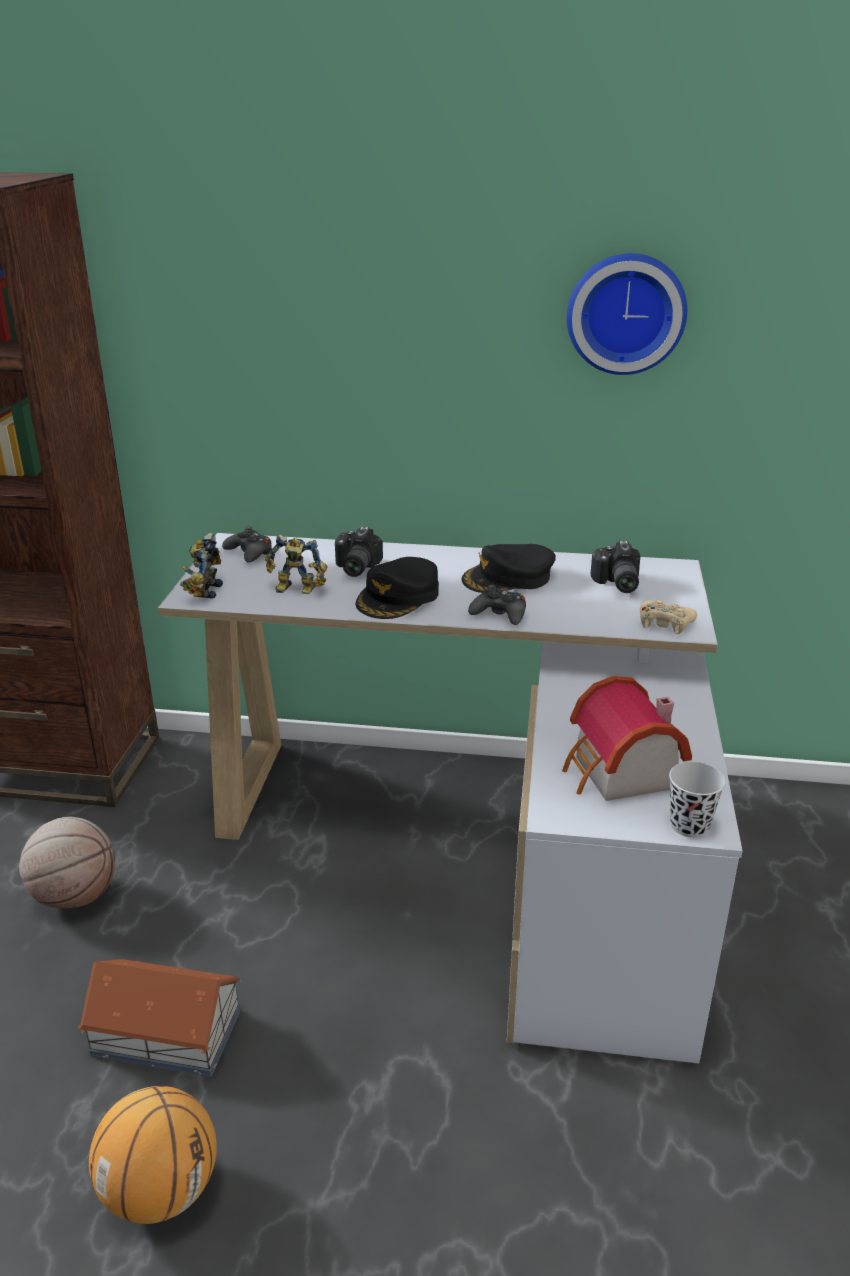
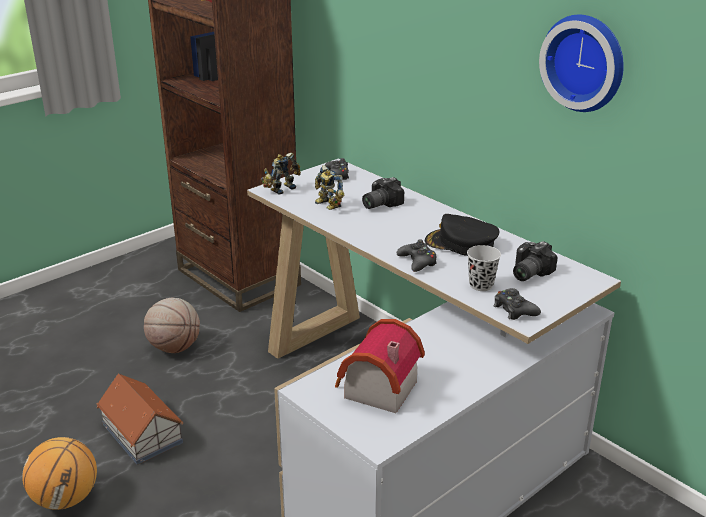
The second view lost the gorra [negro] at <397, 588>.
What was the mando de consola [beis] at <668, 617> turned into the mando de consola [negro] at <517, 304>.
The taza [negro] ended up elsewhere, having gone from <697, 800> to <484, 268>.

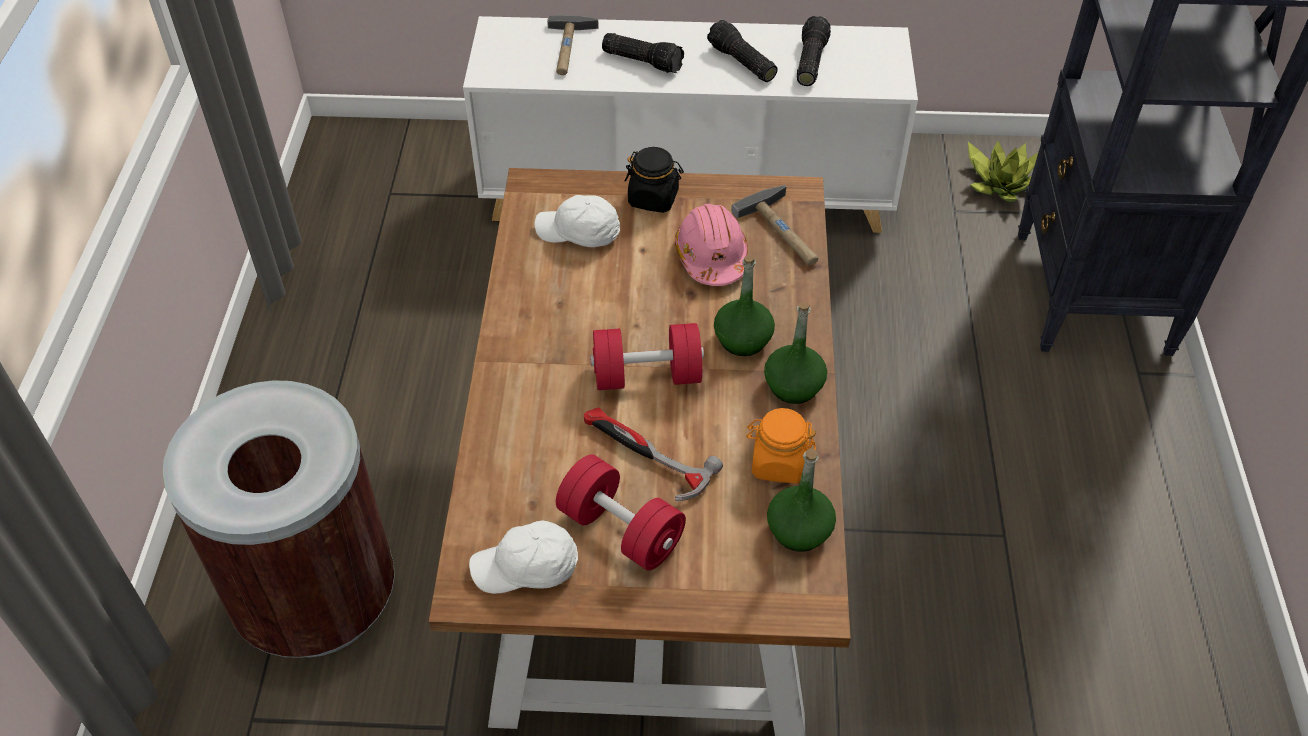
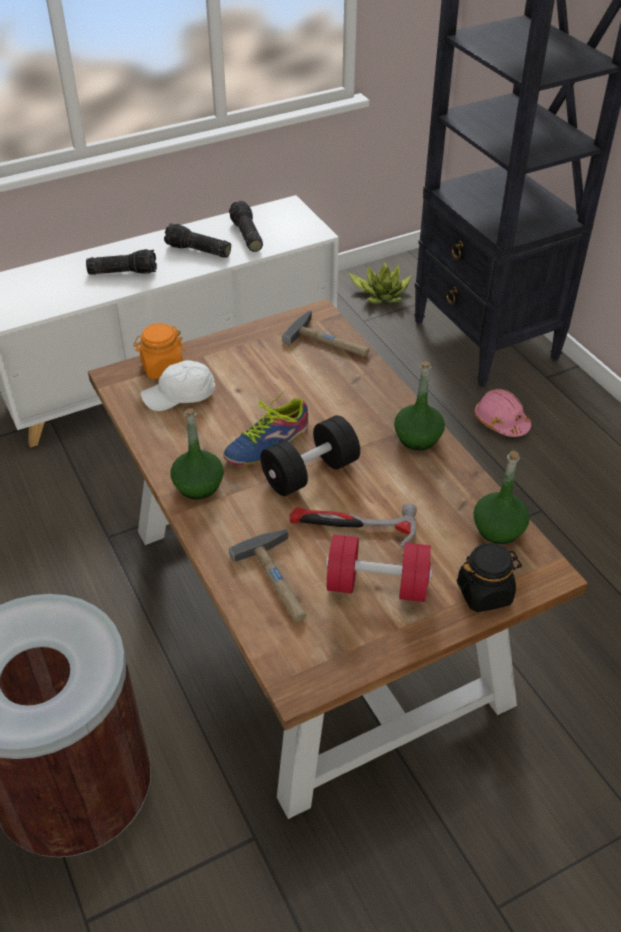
The martillo ended up elsewhere, having gone from <573, 45> to <267, 575>.
The tarro [negro] ended up elsewhere, having gone from <654, 180> to <489, 577>.
The casco [rosa] ended up elsewhere, having gone from <711, 245> to <502, 413>.
The botella [verde] ended up elsewhere, having gone from <744, 305> to <197, 453>.
What was the mancuerna [rojo] at <647, 356> turned into the mancuerna [negro] at <310, 455>.
The tarro [naranja] ended up elsewhere, having gone from <781, 445> to <159, 351>.
The second view lost the gorra [blanco] at <523, 557>.
The second view gained the zapato at <265, 428>.

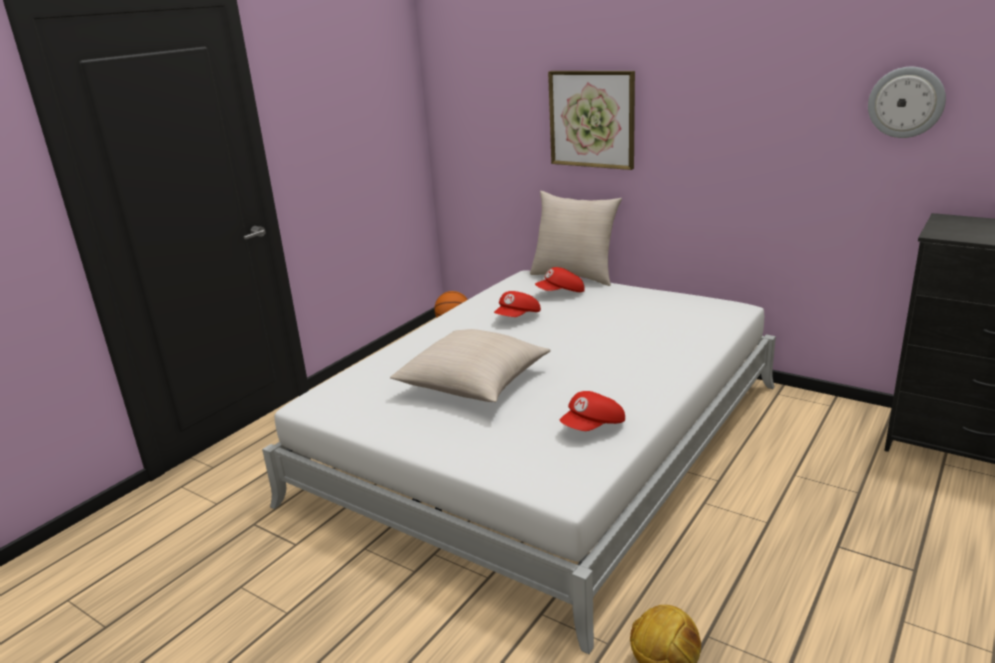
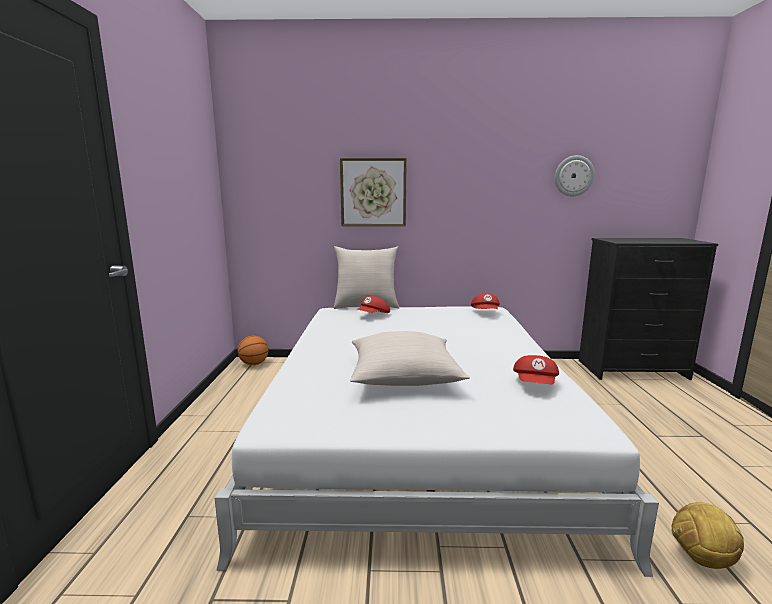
The gorra [rojo] ended up elsewhere, having gone from <517, 304> to <485, 301>.

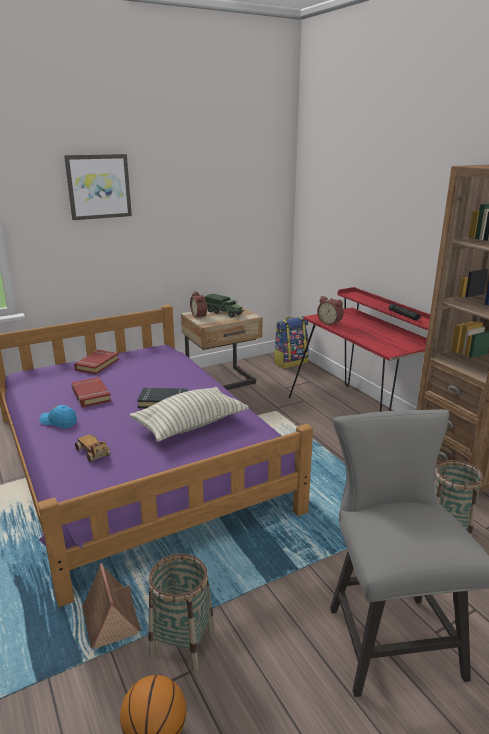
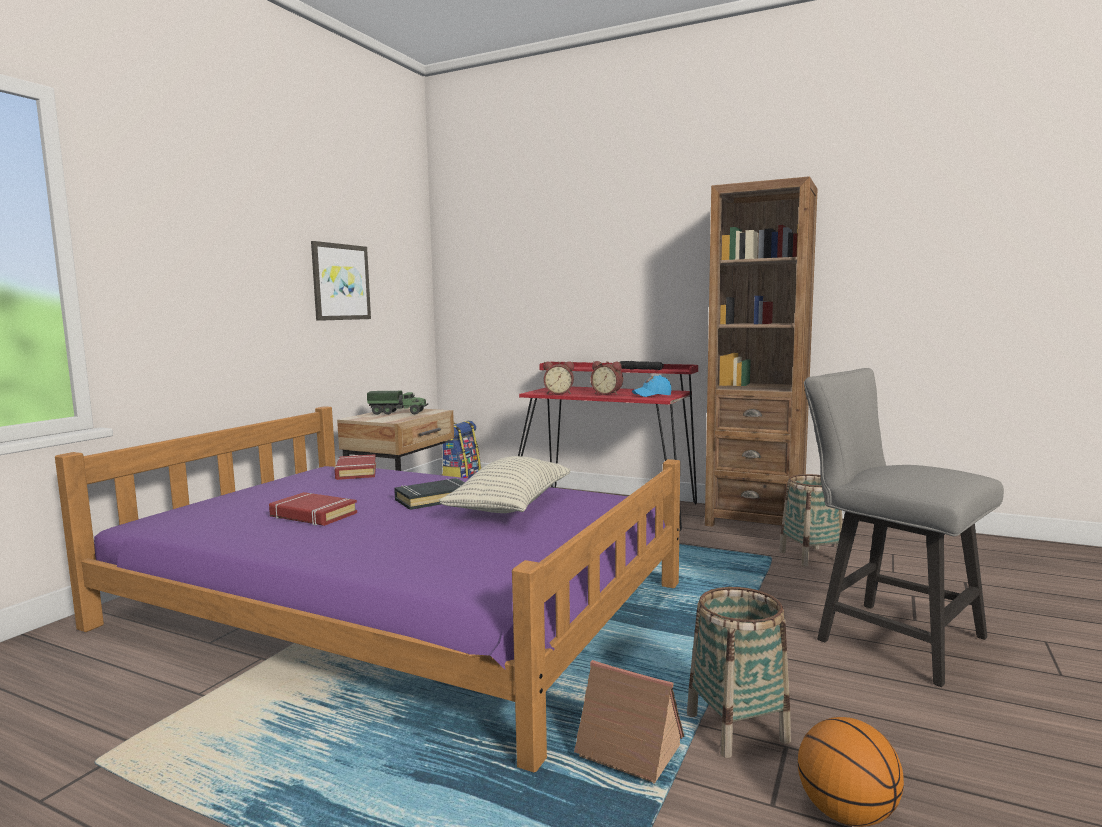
The cuadro ended up elsewhere, having gone from <98, 187> to <341, 281>.
The despertador ended up elsewhere, having gone from <198, 305> to <607, 378>.
The libro [rojo] ended up elsewhere, having gone from <96, 362> to <355, 467>.
The gorra [azul] ended up elsewhere, having gone from <58, 416> to <652, 386>.
The second view lost the coche de juguete at <92, 448>.

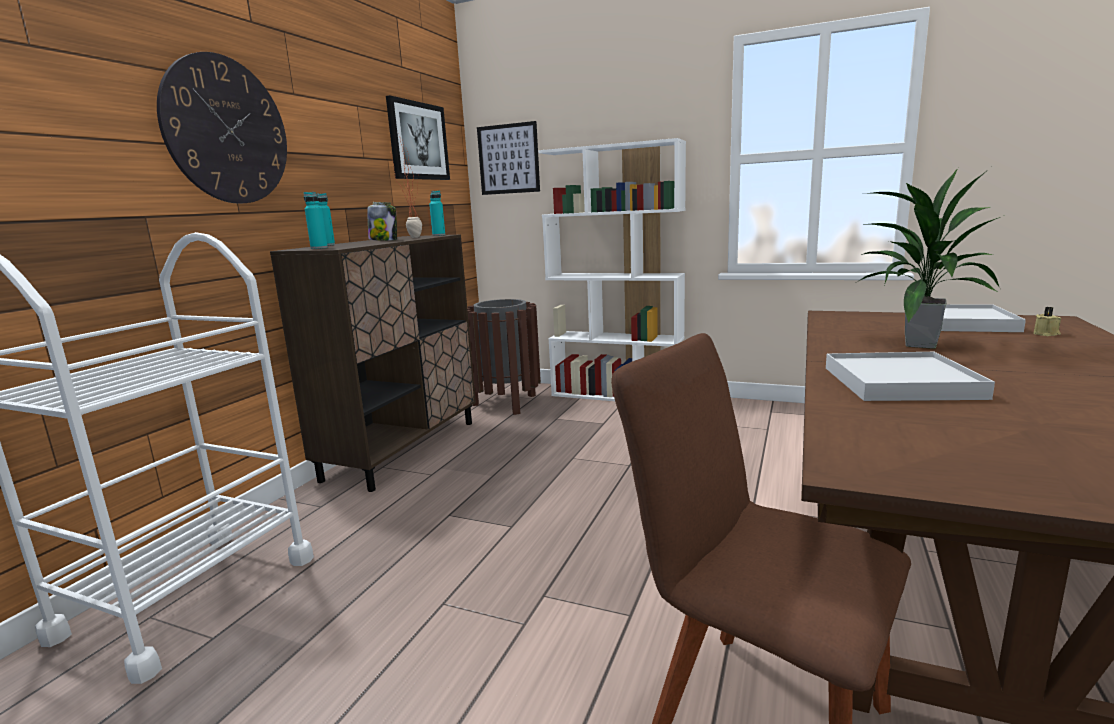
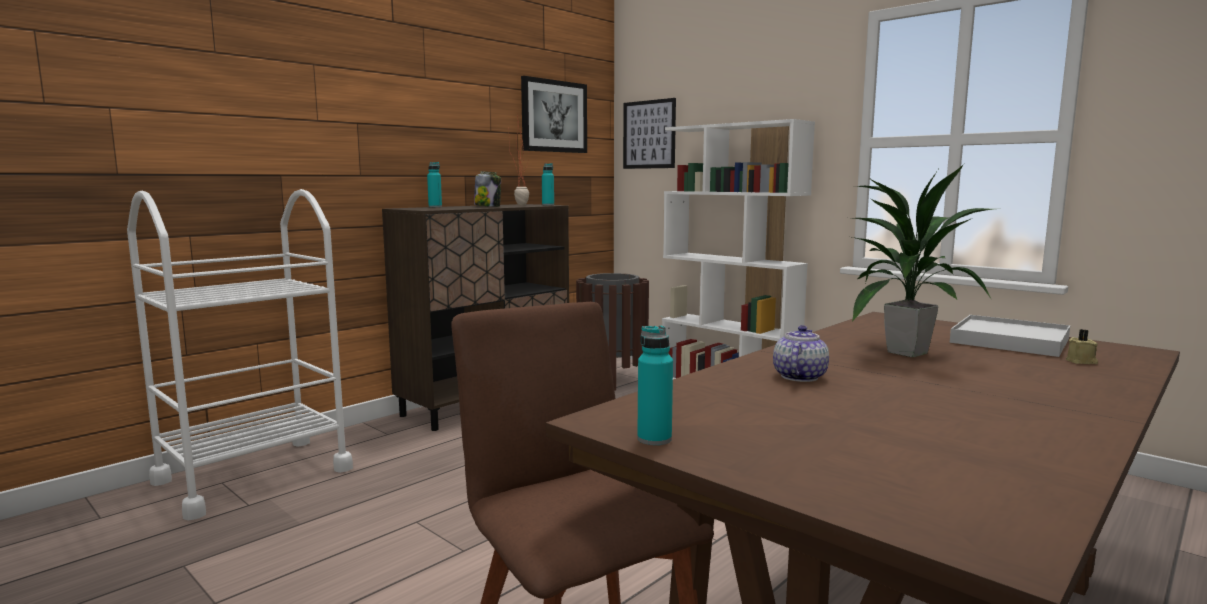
The second view lost the reloj de pared at <222, 128>.
The botella [turquesa] ended up elsewhere, having gone from <316, 220> to <655, 385>.
Where the bandeja [blanco] stood at <910, 376>, the tetera came to stand at <801, 353>.

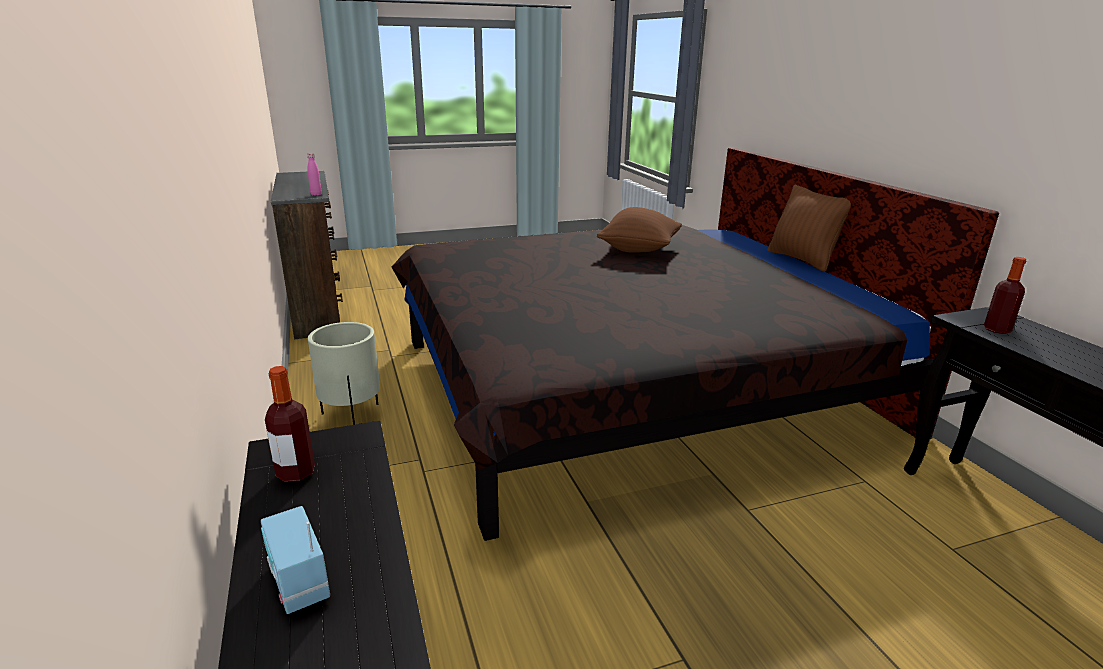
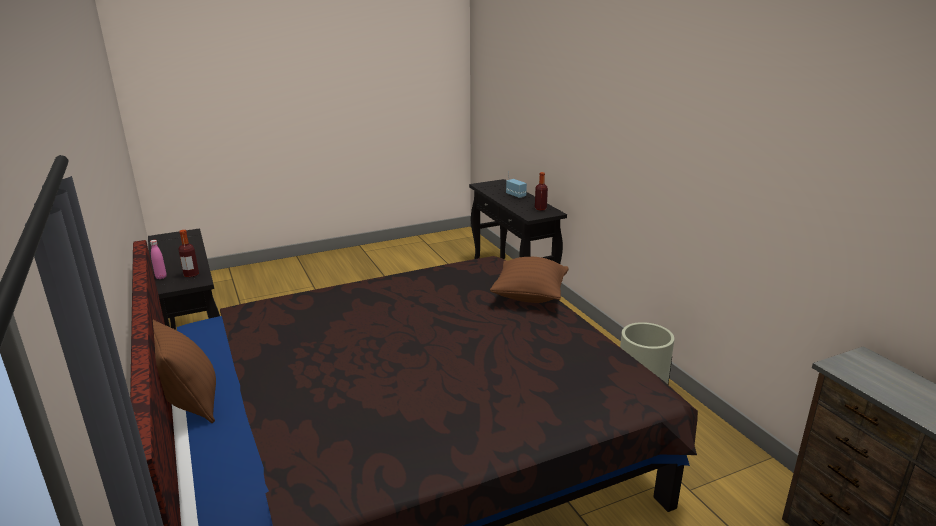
The botella [rosa] ended up elsewhere, having gone from <314, 174> to <158, 259>.
The cojín [marrón] ended up elsewhere, having gone from <639, 230> to <529, 280>.

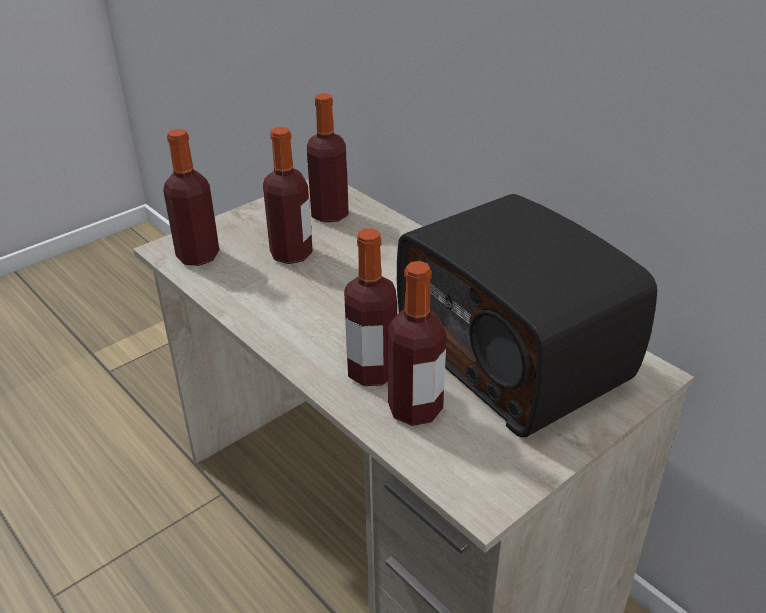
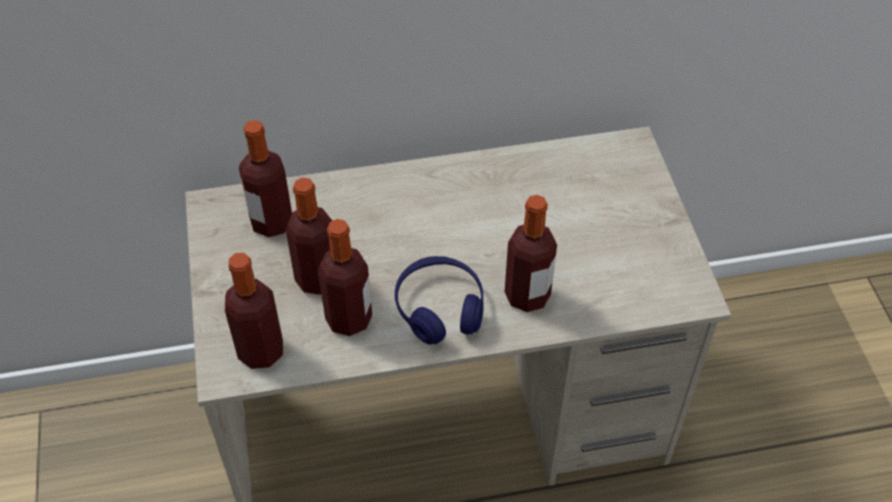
The second view lost the radio at <527, 315>.
The botella ended up elsewhere, having gone from <417, 343> to <345, 277>.
The second view gained the auriculares [azul] at <439, 300>.

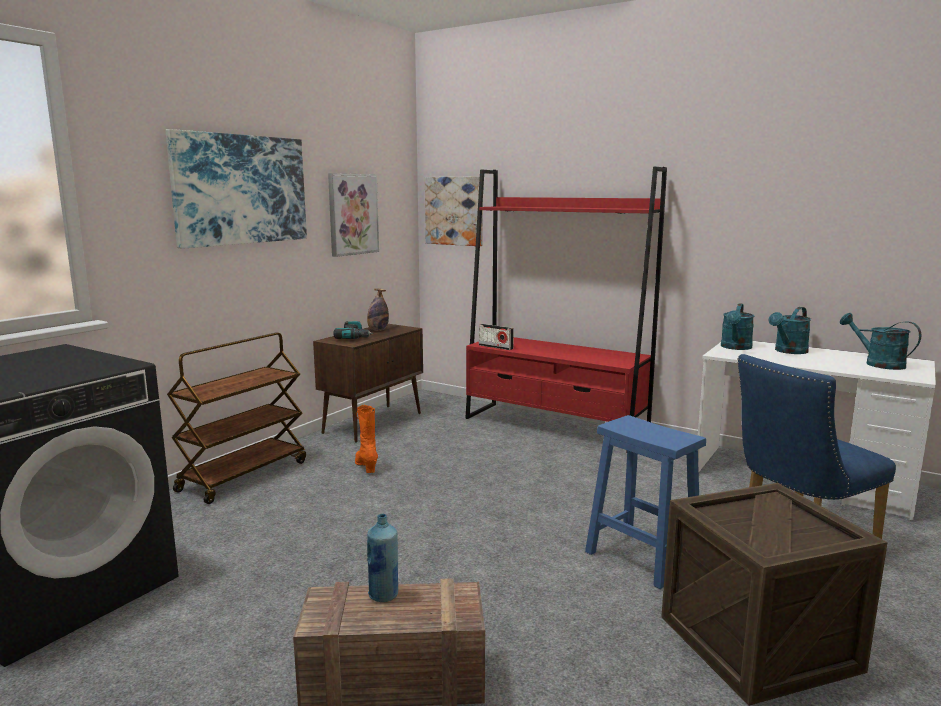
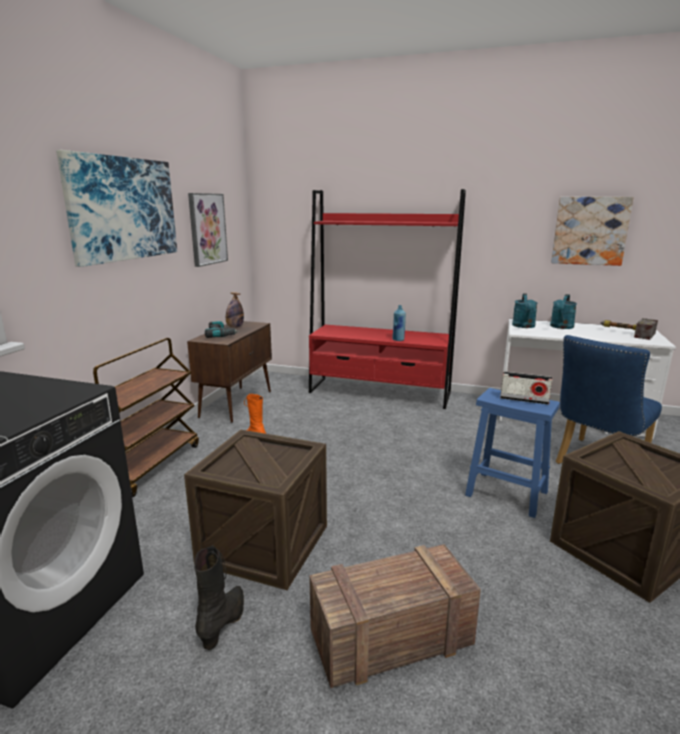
The cuadro ended up elsewhere, having gone from <454, 211> to <592, 231>.
Where the regadera [turquesa] stood at <880, 341>, the martillo came to stand at <629, 329>.
The radio ended up elsewhere, having gone from <496, 337> to <526, 388>.
The botella [azul] ended up elsewhere, having gone from <382, 557> to <399, 323>.
The second view gained the caja de embalaje at <255, 510>.
The second view gained the bota [negro] at <219, 597>.

